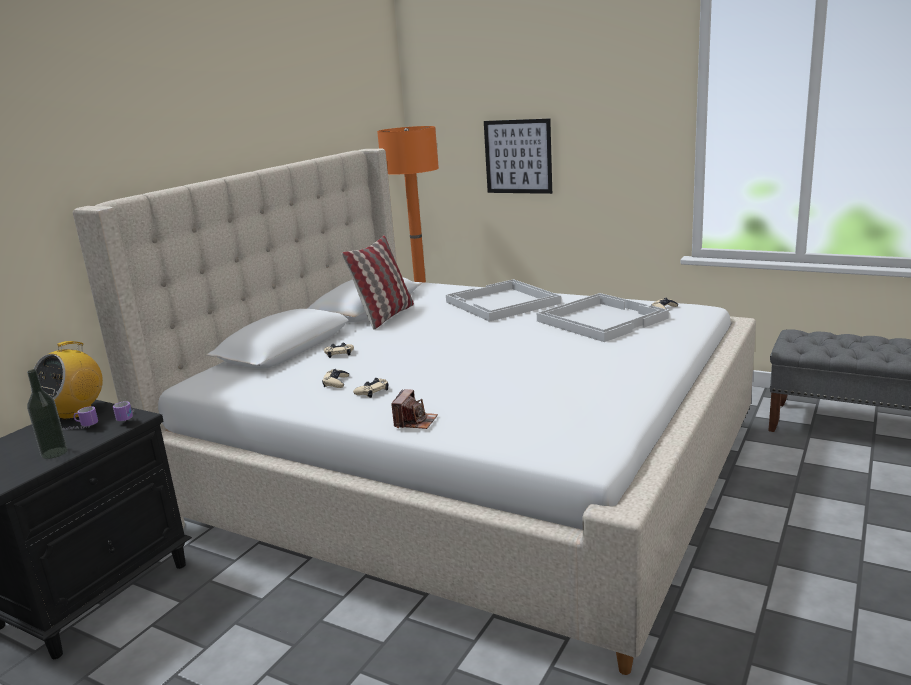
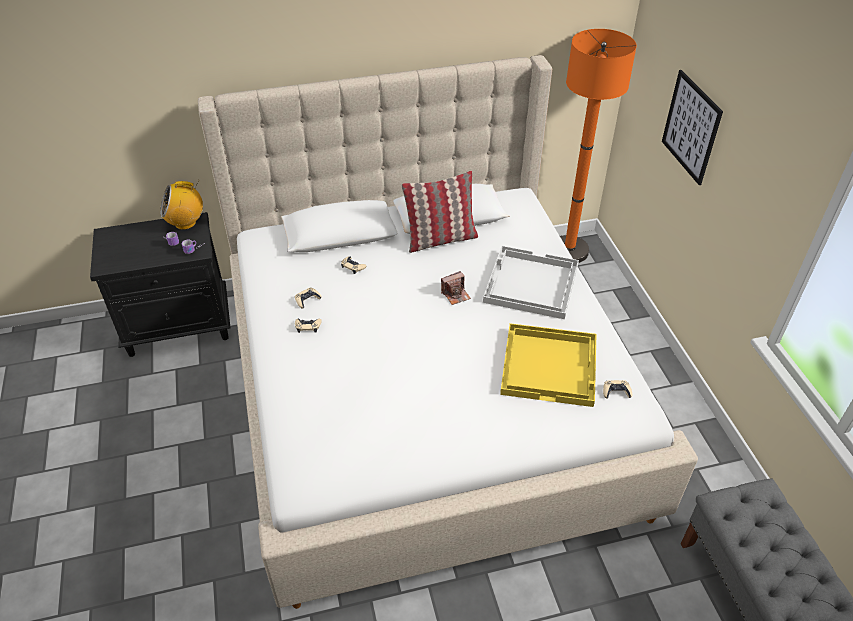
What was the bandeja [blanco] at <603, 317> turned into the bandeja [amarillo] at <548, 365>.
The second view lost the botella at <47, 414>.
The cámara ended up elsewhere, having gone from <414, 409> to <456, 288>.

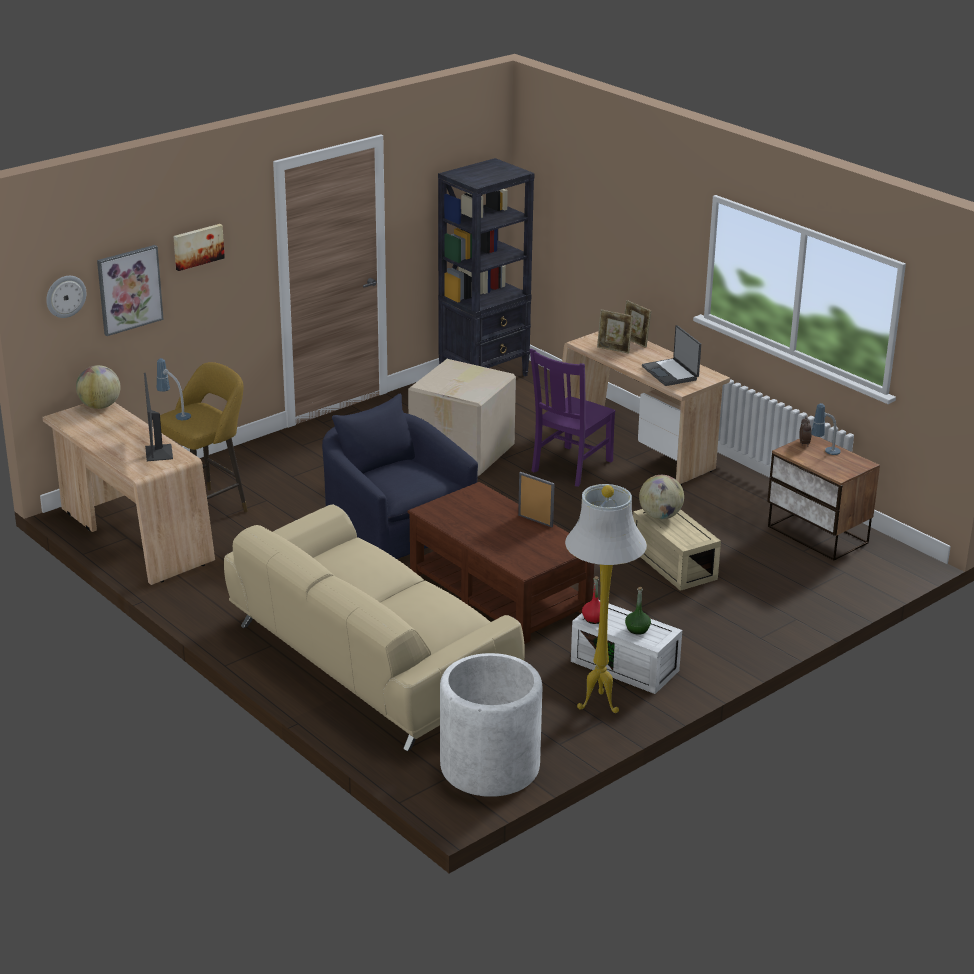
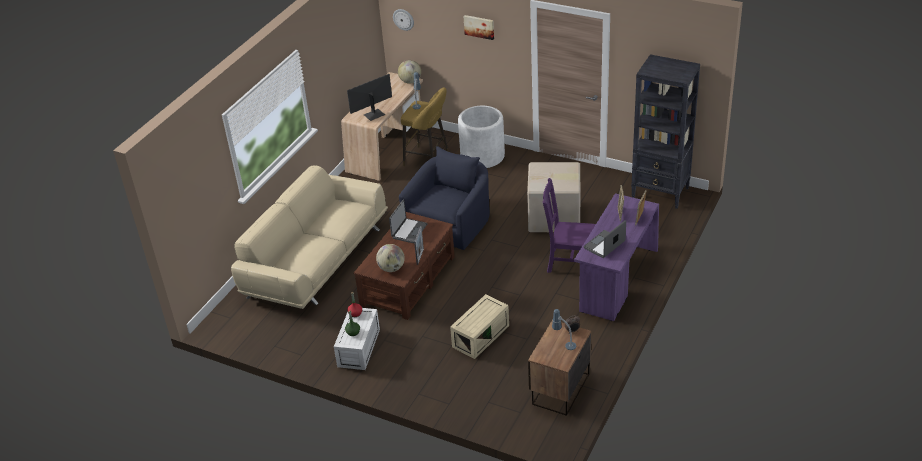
The second view lost the cuadro at <130, 290>.
What was the escritorio [beis] at <646, 408> turned into the escritorio [morado] at <616, 257>.
The globo terráqueo ended up elsewhere, having gone from <661, 497> to <390, 258>.
The second view lost the lámpara de pie [blanco] at <606, 598>.
The maceta [blanco] ended up elsewhere, having gone from <491, 725> to <481, 137>.
The second view gained the portátil at <408, 221>.

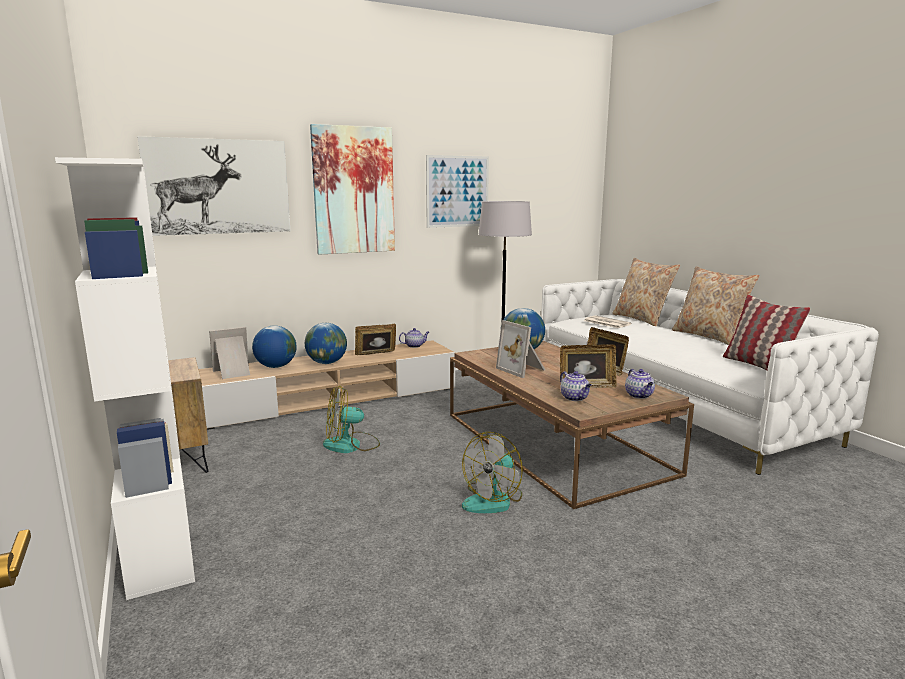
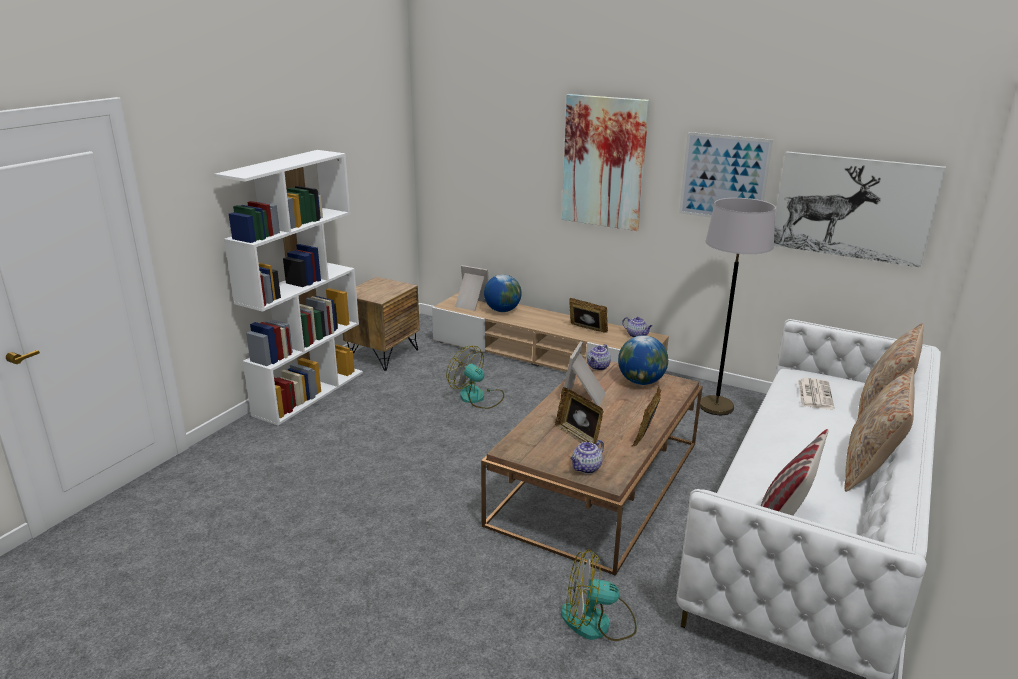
The cuadro ended up elsewhere, having gone from <213, 186> to <860, 209>.
The second view lost the globo terráqueo at <326, 343>.
The tetera ended up elsewhere, having gone from <576, 386> to <599, 357>.
The ventilador ended up elsewhere, having gone from <492, 472> to <599, 595>.

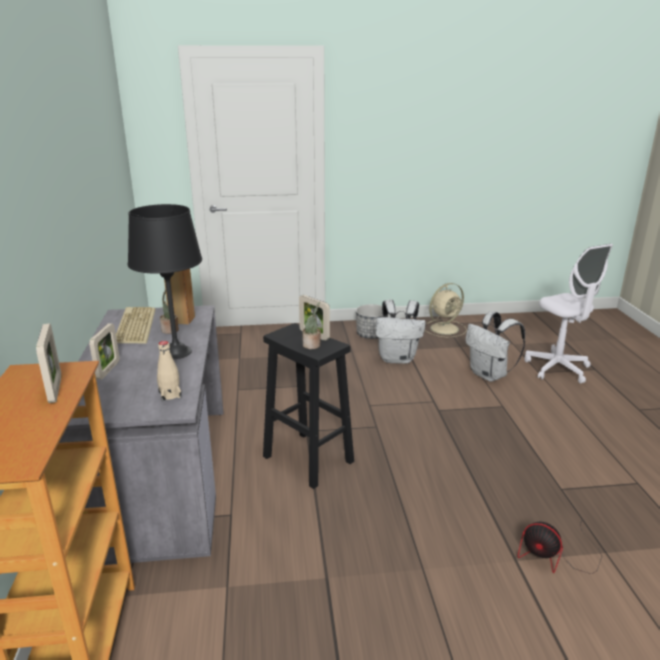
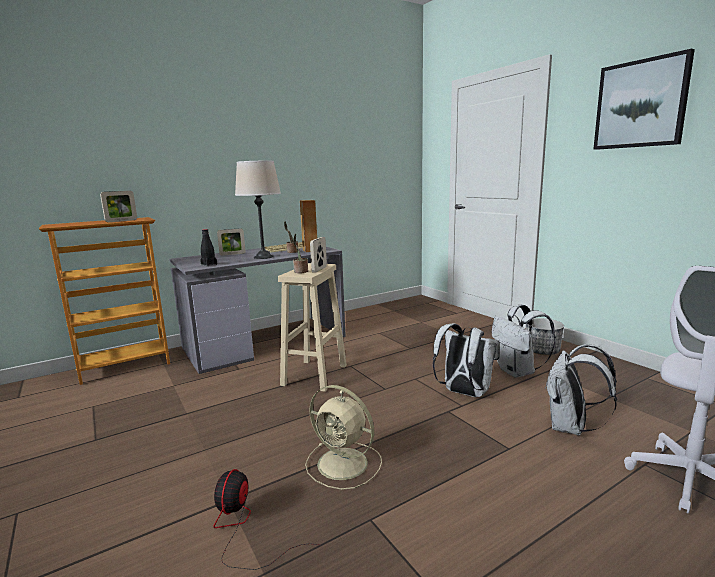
What was the lámpara de mesa [negro] at <165, 281> turned into the lámpara de mesa [beis] at <258, 210>.
The ventilador [beis] ended up elsewhere, having gone from <446, 310> to <343, 437>.
What was the taburete [negro] at <308, 406> turned into the taburete [beis] at <312, 327>.
What was the botella [beis] at <169, 371> turned into the botella [negro] at <208, 247>.
The second view gained the cuadro at <644, 99>.
The second view gained the mochila [blanco] at <466, 360>.

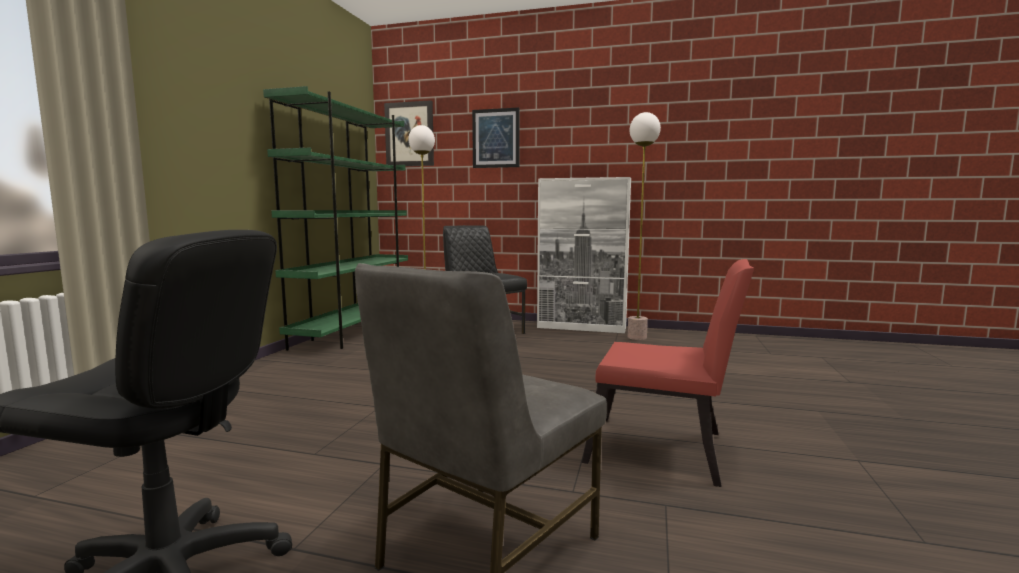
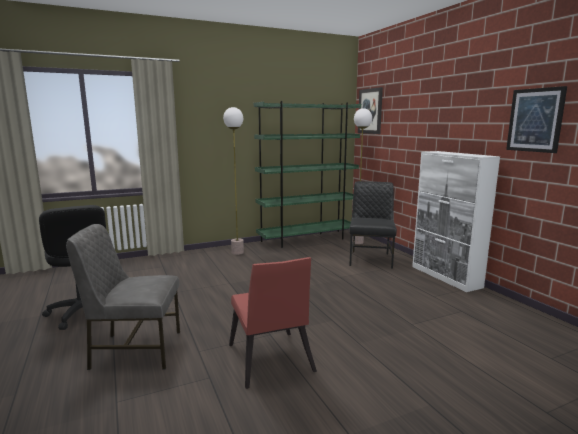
The cuadro ended up elsewhere, having gone from <496, 137> to <536, 119>.
The lámpara de pie ended up elsewhere, having gone from <644, 226> to <233, 181>.

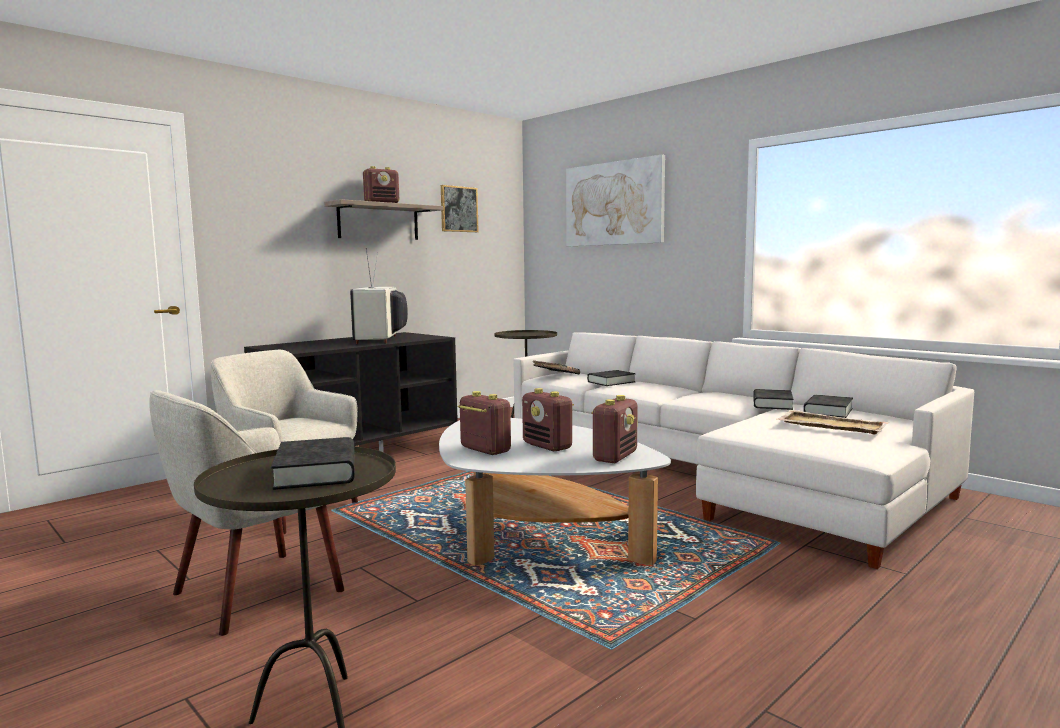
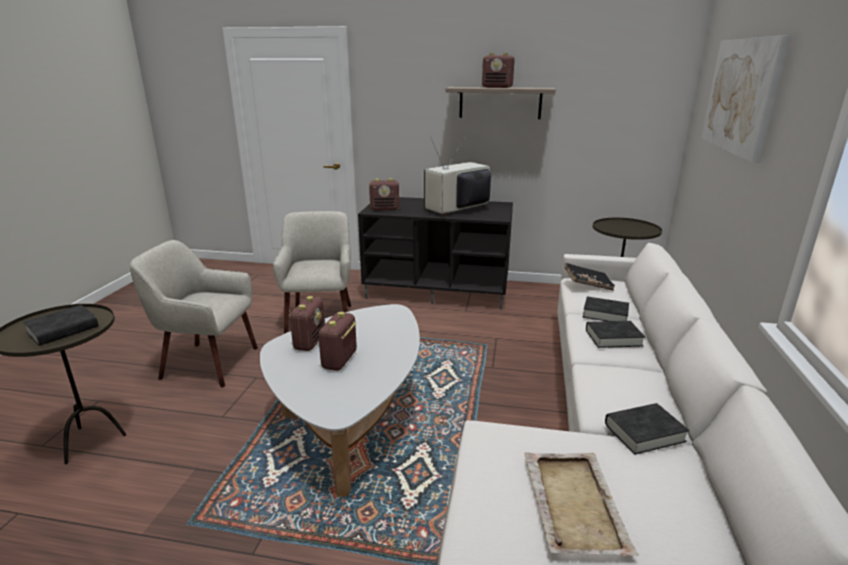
The second view lost the cuadro at <460, 208>.
The radio ended up elsewhere, having gone from <614, 429> to <384, 194>.
The libro [negro] ended up elsewhere, having gone from <828, 406> to <615, 334>.

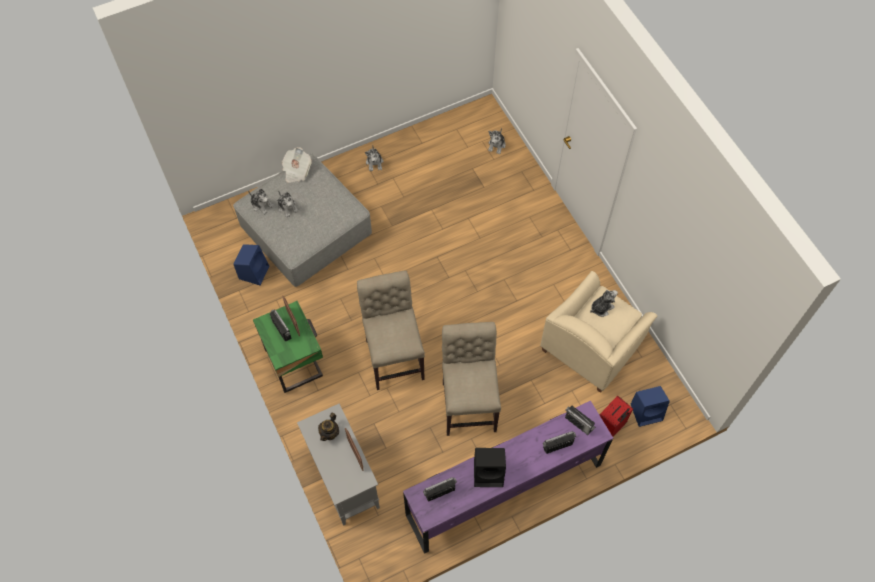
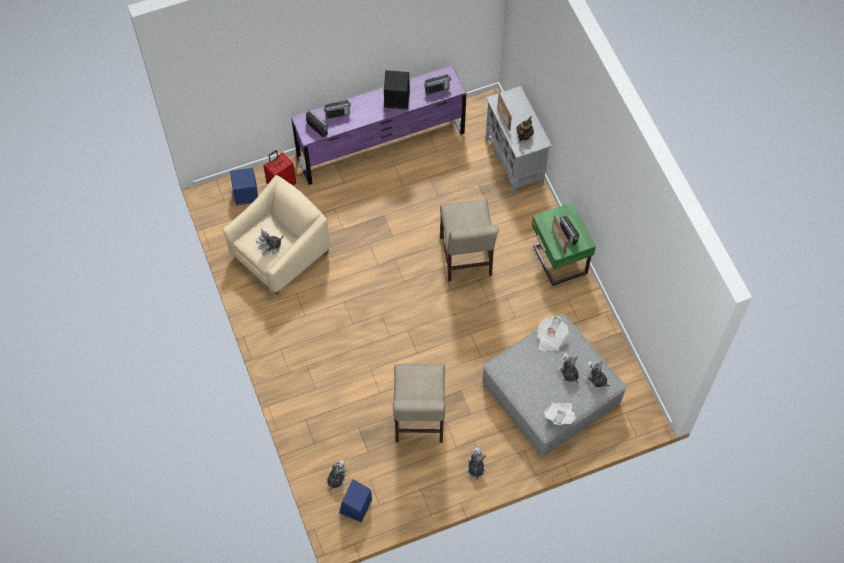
The altavoz [azul] ended up elsewhere, having gone from <251, 264> to <355, 501>.
The silla [beis] ended up elsewhere, having gone from <471, 379> to <419, 403>.
The second view gained the periódico at <553, 333>.

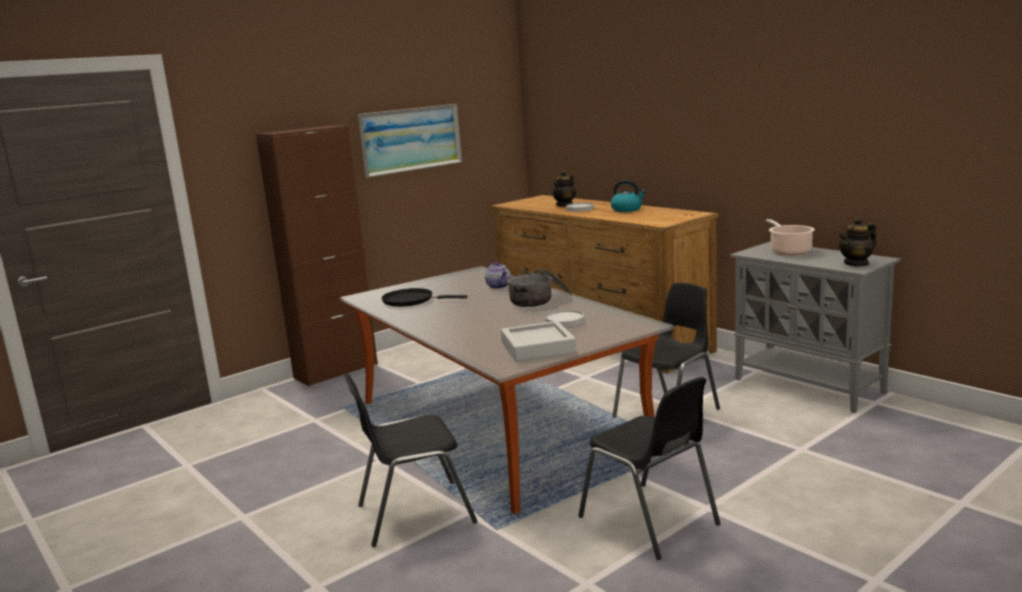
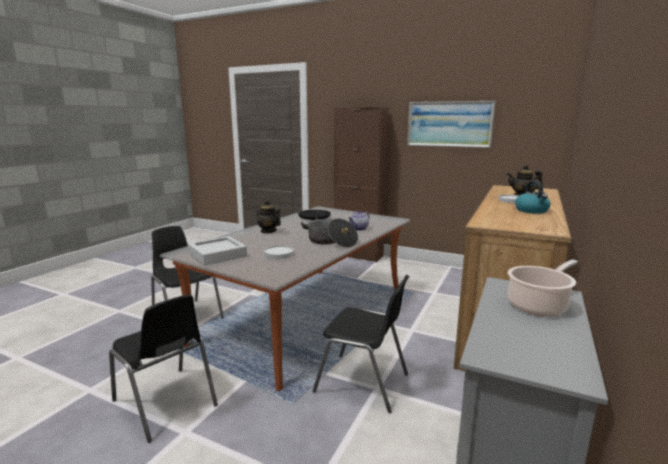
The tetera ended up elsewhere, having gone from <857, 242> to <268, 217>.
The silla [negro] at <649, 468> ended up facing another way, 75 degrees counterclockwise from before.

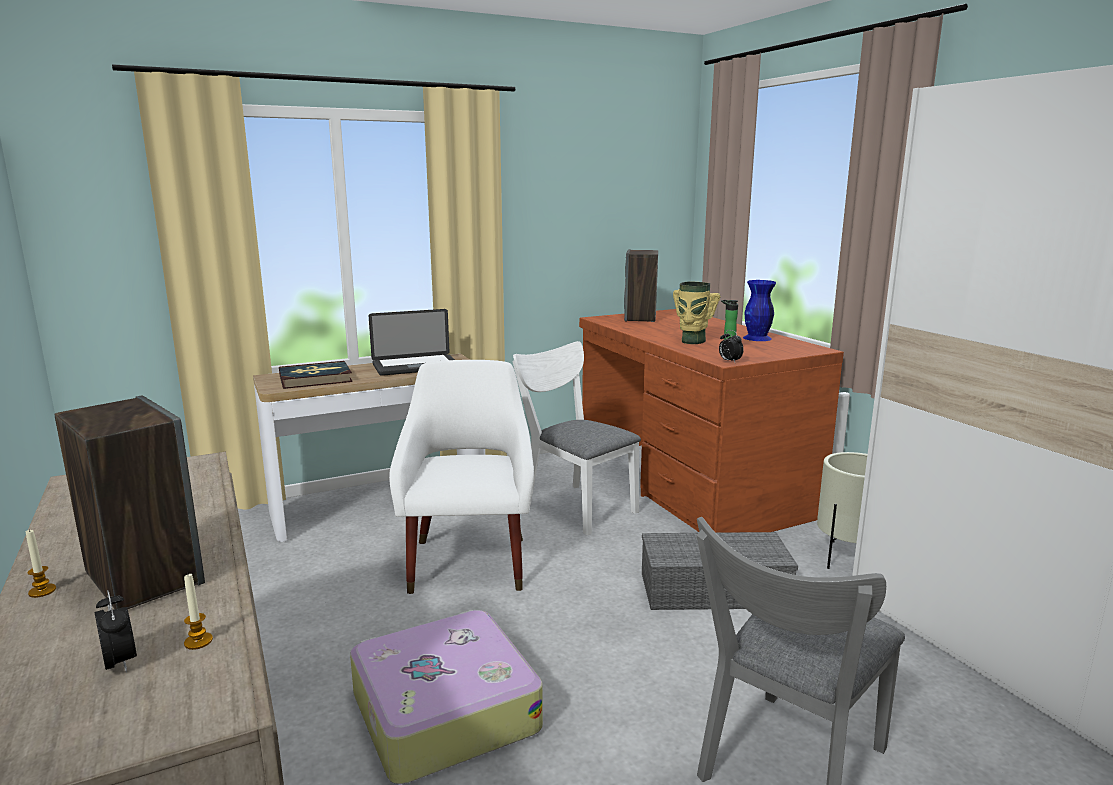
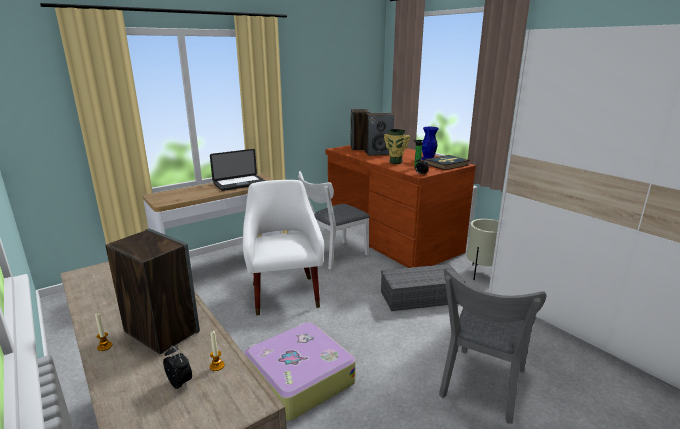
The silla [blanco] at <576, 438> ended up facing another way, 75 degrees counterclockwise from before.
The libro ended up elsewhere, having gone from <316, 375> to <447, 162>.
The second view gained the altavoz at <379, 134>.

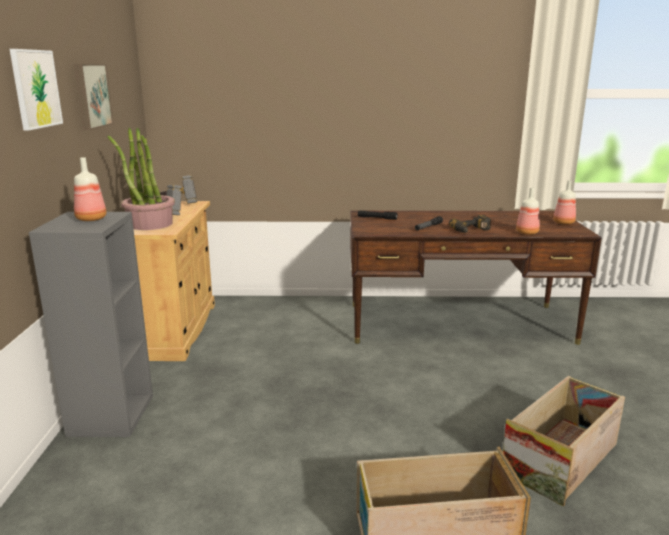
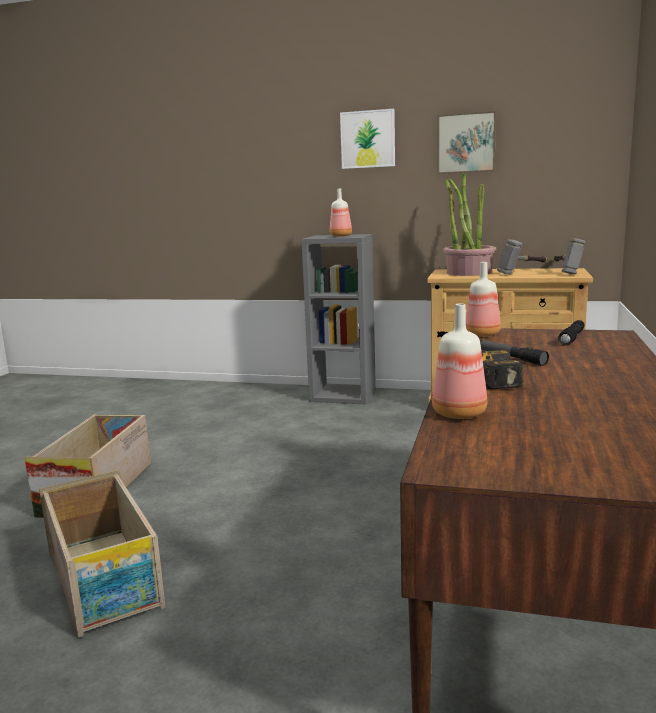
The botella ended up elsewhere, having gone from <564, 202> to <483, 299>.

